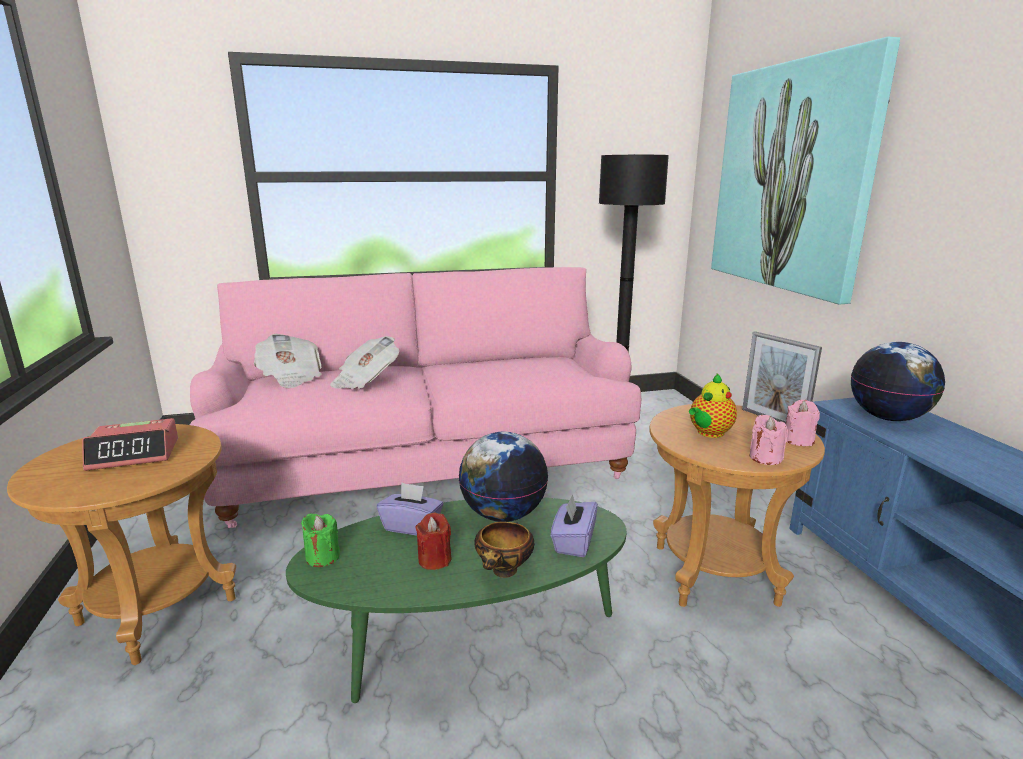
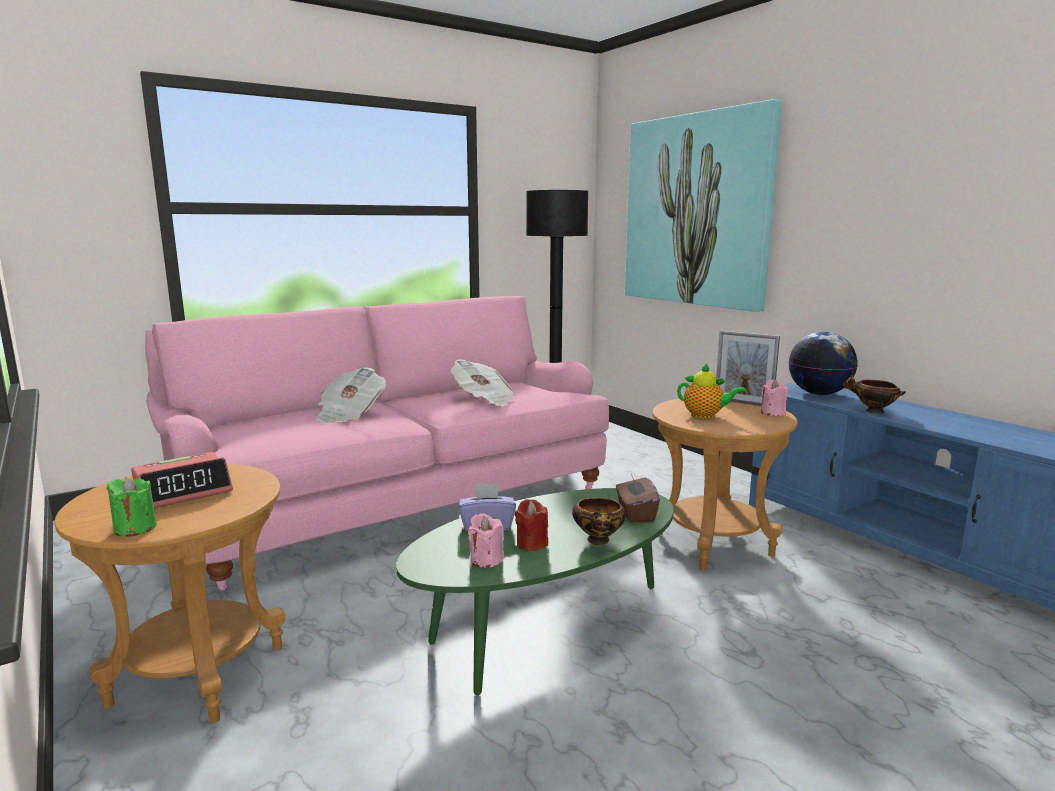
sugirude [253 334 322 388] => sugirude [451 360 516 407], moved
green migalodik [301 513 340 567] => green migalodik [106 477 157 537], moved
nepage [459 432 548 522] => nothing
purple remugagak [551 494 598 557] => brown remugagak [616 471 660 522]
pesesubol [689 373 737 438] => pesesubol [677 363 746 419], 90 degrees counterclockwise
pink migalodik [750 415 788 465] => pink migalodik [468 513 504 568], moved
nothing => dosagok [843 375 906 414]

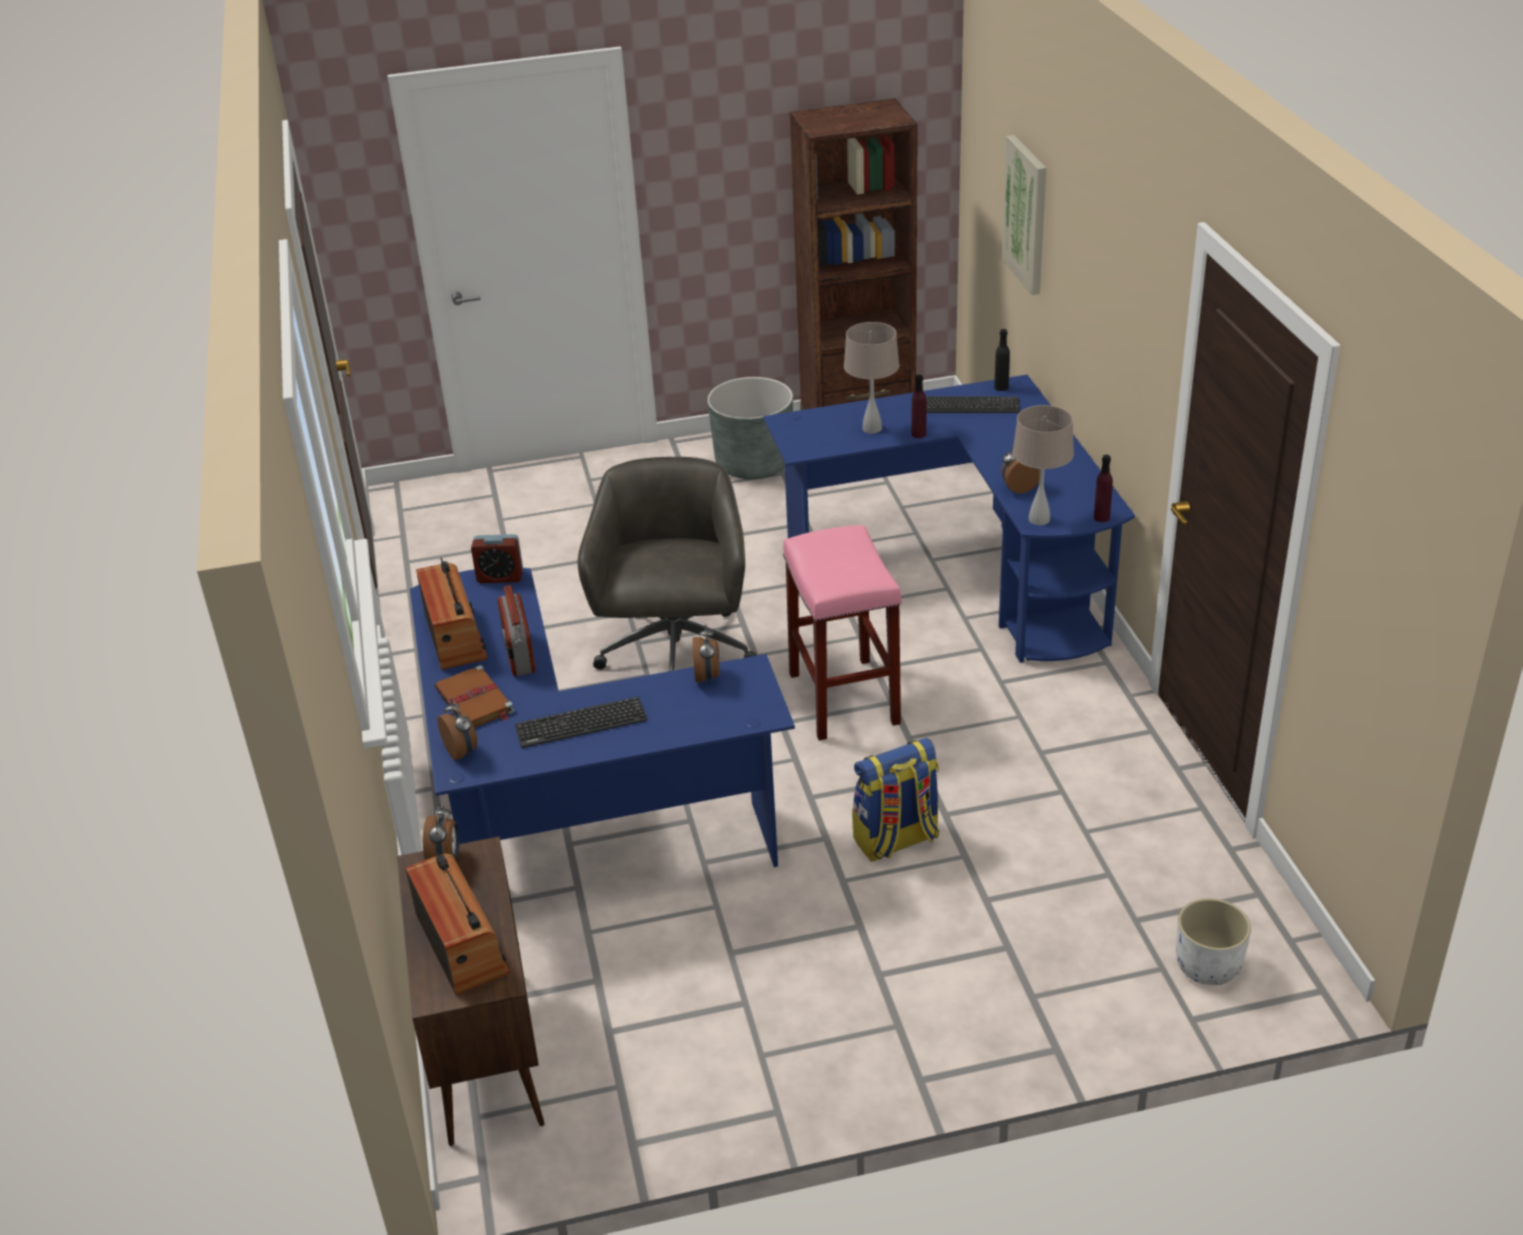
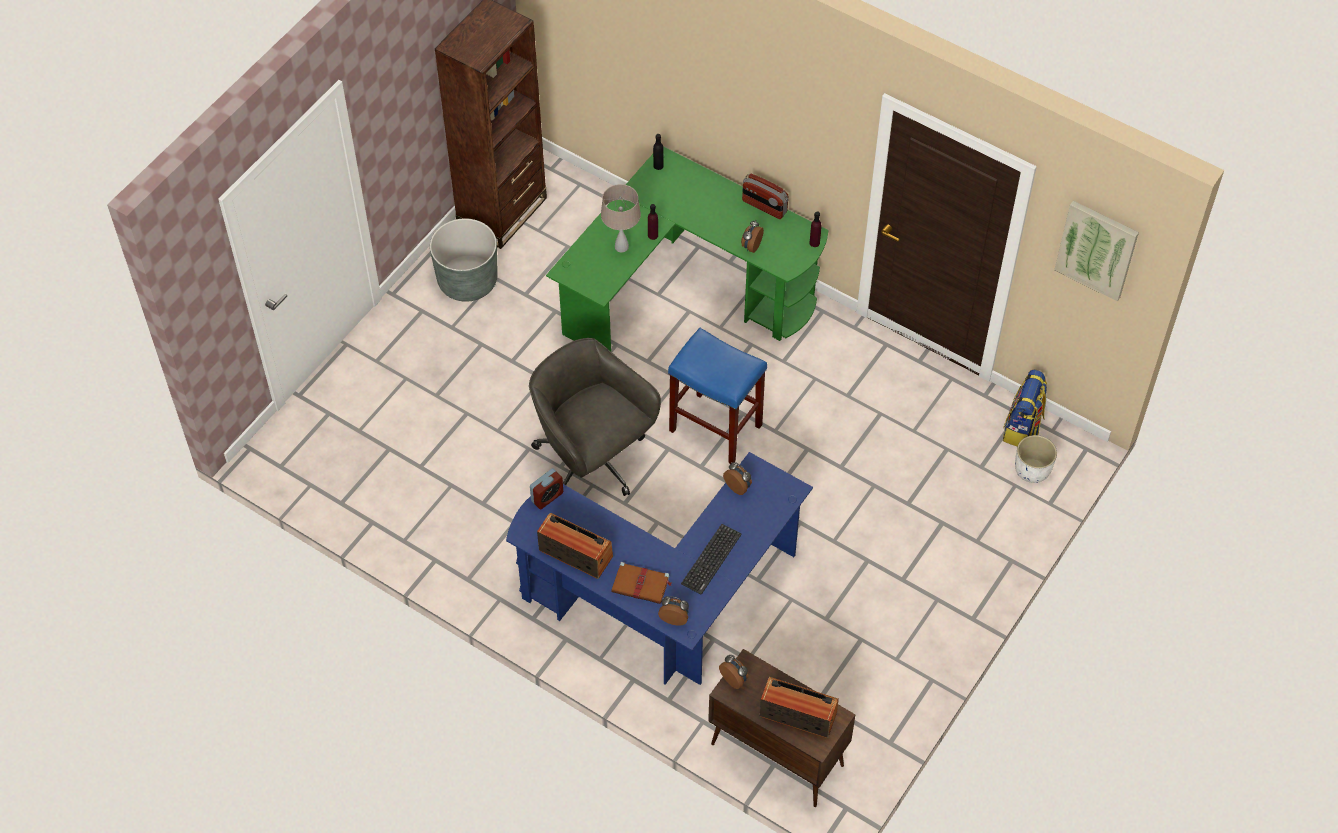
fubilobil [498 585 536 676] => fubilobil [742 173 788 219], moved
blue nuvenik [763 375 1135 663] => green nuvenik [546 146 828 351]
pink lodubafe [783 525 902 740] => blue lodubafe [668 328 767 464]
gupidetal [852 738 939 862] => gupidetal [1003 370 1047 447], moved
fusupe [926 396 1020 413] => nothing
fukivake [1002 135 1046 295] => fukivake [1054 201 1139 301], moved
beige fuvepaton [1012 405 1074 525] => nothing

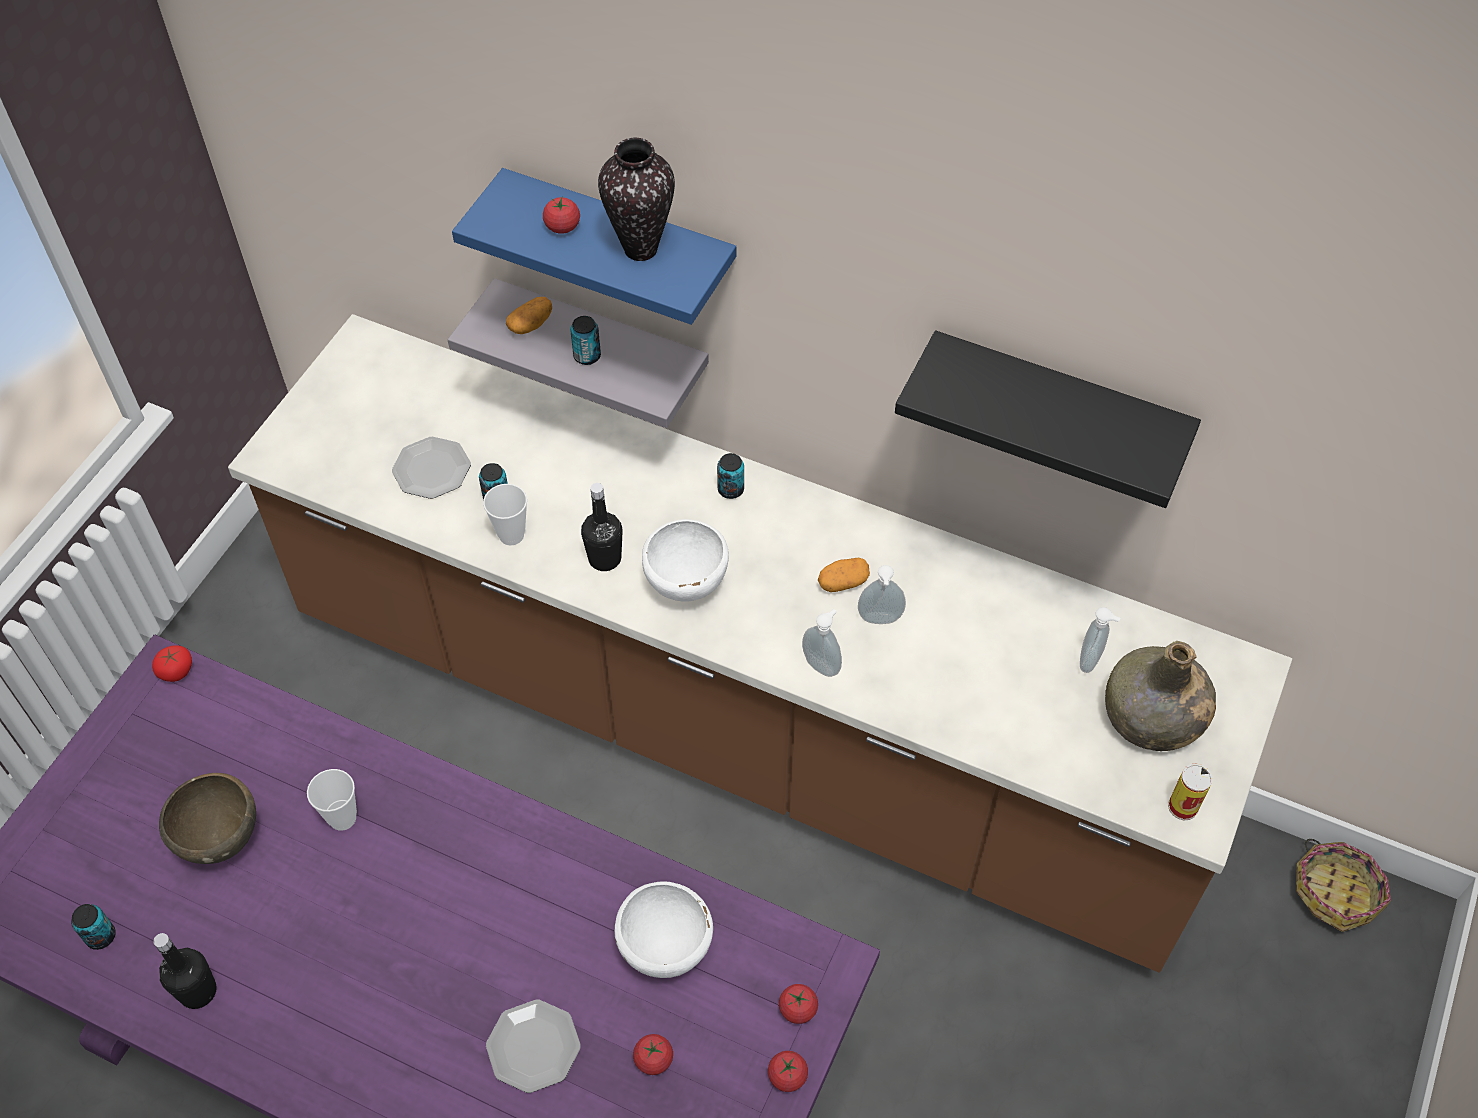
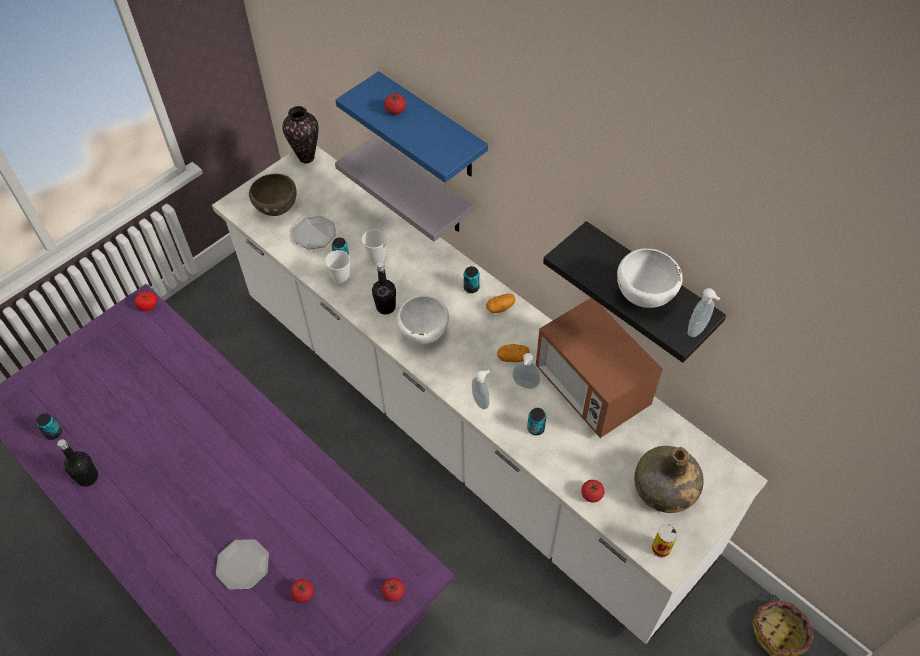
brown dosagok [159 773 256 864] => brown dosagok [249 174 297 216], moved
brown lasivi [228 314 1292 973] => white lasivi [212 145 768 644]
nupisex [307 769 357 831] => nupisex [362 229 387 265], moved
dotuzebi [506 297 552 334] => dotuzebi [486 293 515 313], moved
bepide [570 316 601 365] => bepide [527 408 546 435], moved
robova [598 138 675 261] => robova [282 106 318 163], moved
white dosagok [615 881 713 978] => white dosagok [617 249 683 308], moved
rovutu [768 1051 808 1092] => rovutu [581 480 604 502], moved
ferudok [1080 607 1120 673] => ferudok [687 288 720 337], moved
nothing => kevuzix [536 298 663 438]

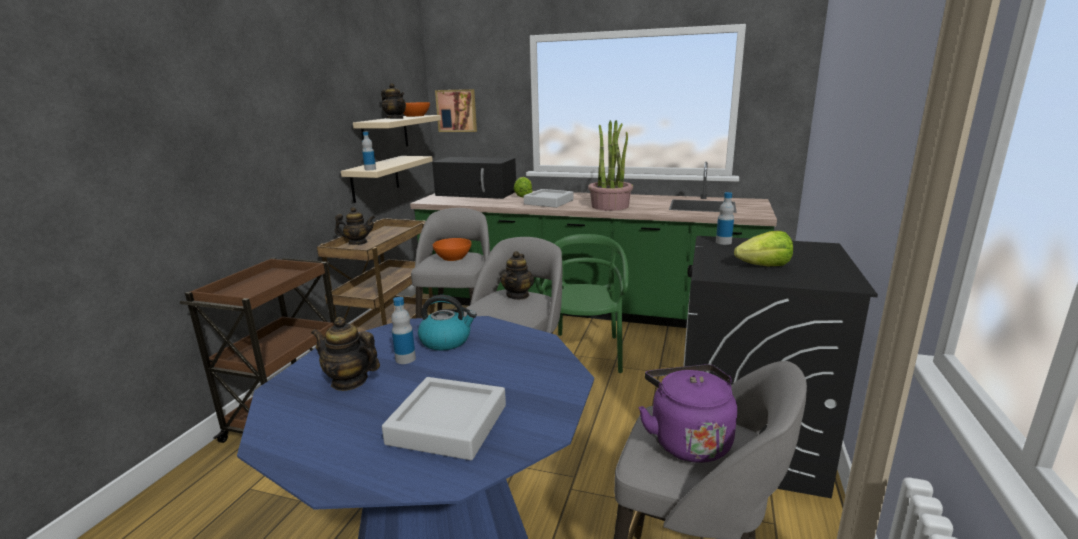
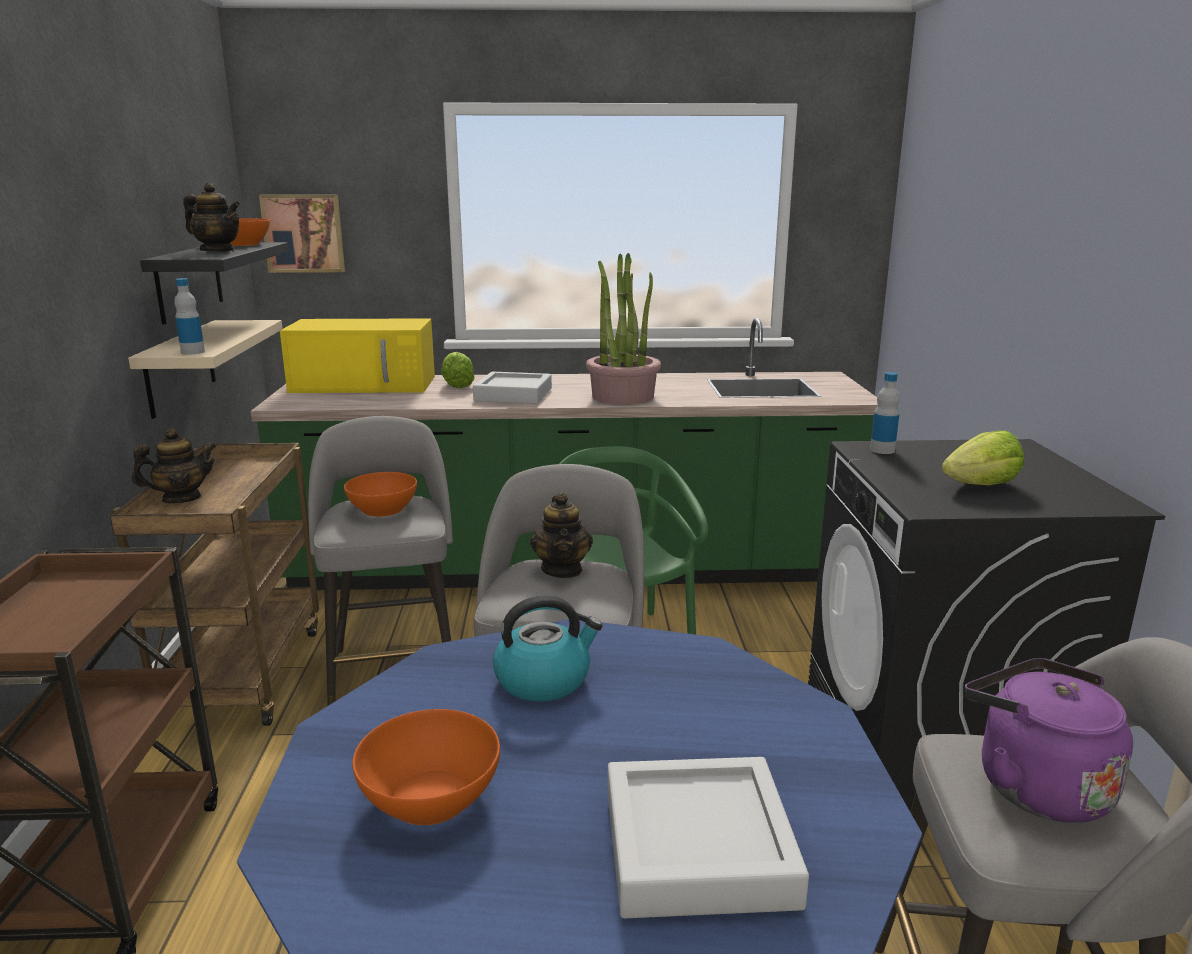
pesesubol [311 317 380 391] => orange dosagok [352 709 500 825]
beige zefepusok [353 115 441 146] => black zefepusok [140 242 288 324]
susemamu [391 297 416 364] => nothing
black kevuzix [432 157 516 199] => yellow kevuzix [280 318 435 393]

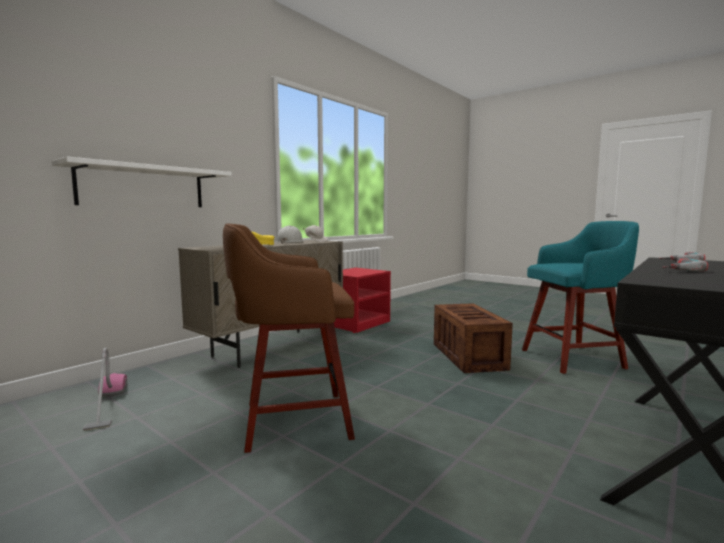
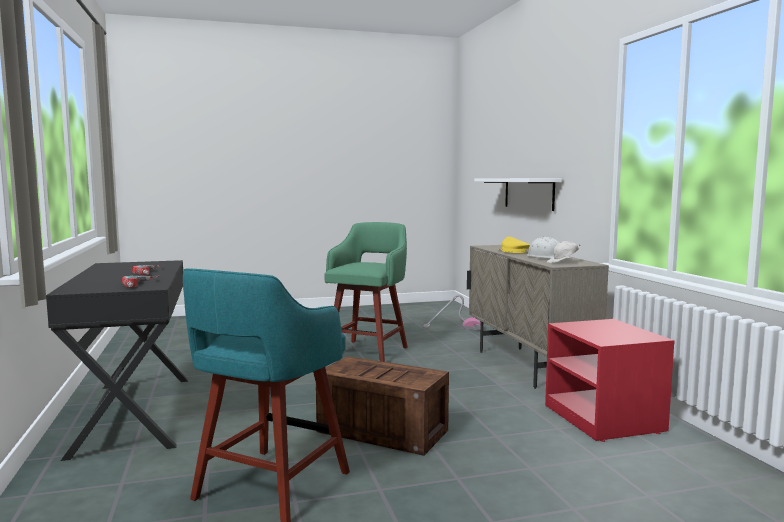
brown lodubafe [223 224 355 453] => green lodubafe [324 222 408 362]

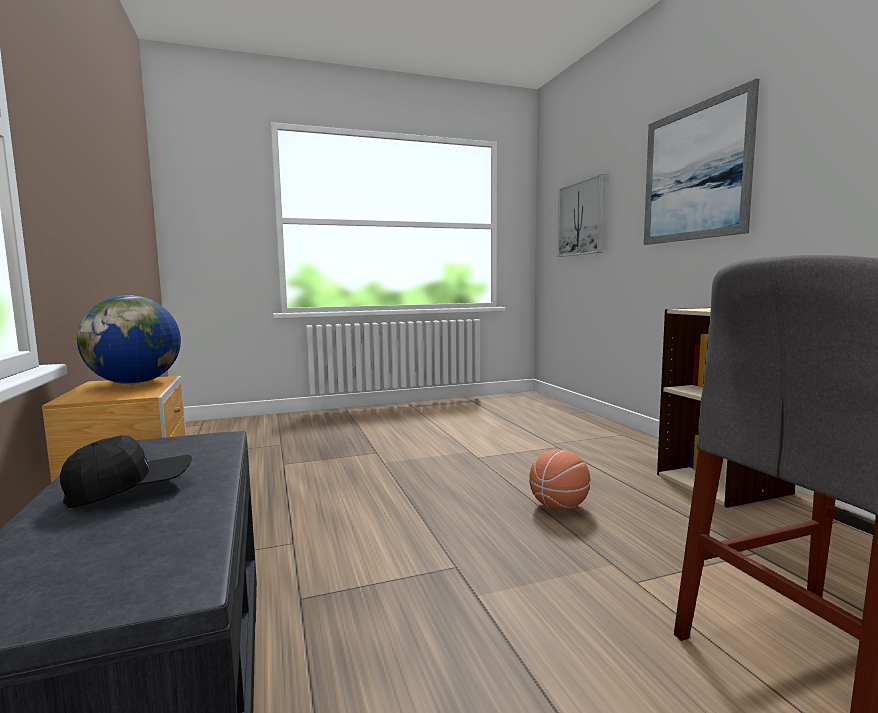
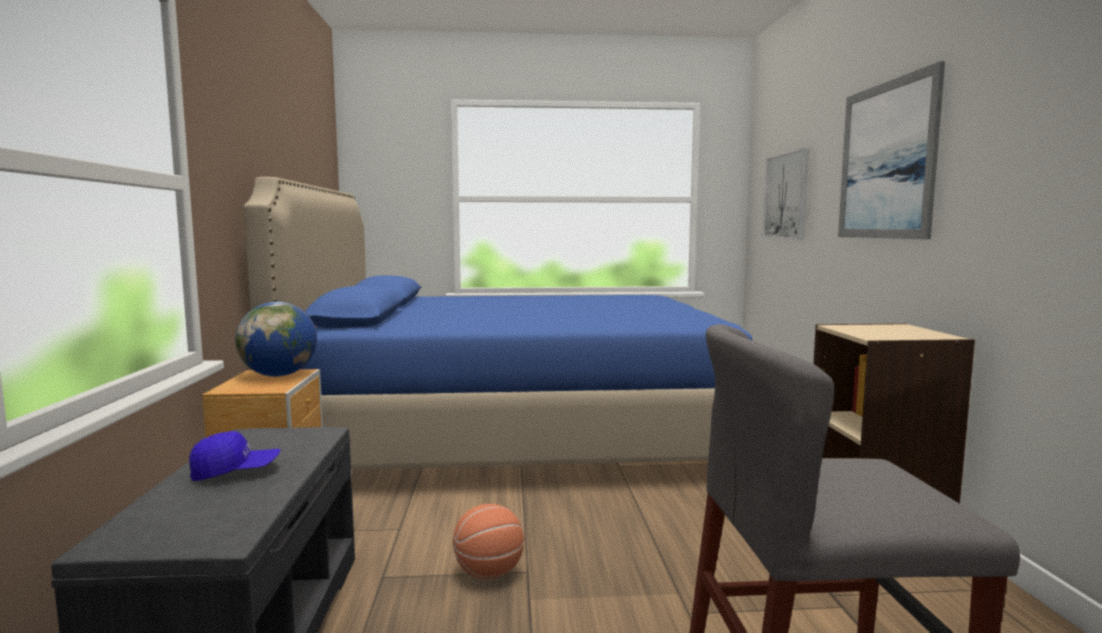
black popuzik [60 435 192 508] => blue popuzik [189 431 280 481]
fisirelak [529 450 590 510] => fisirelak [453 504 524 579], moved
nothing => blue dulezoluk [243 177 753 470]

